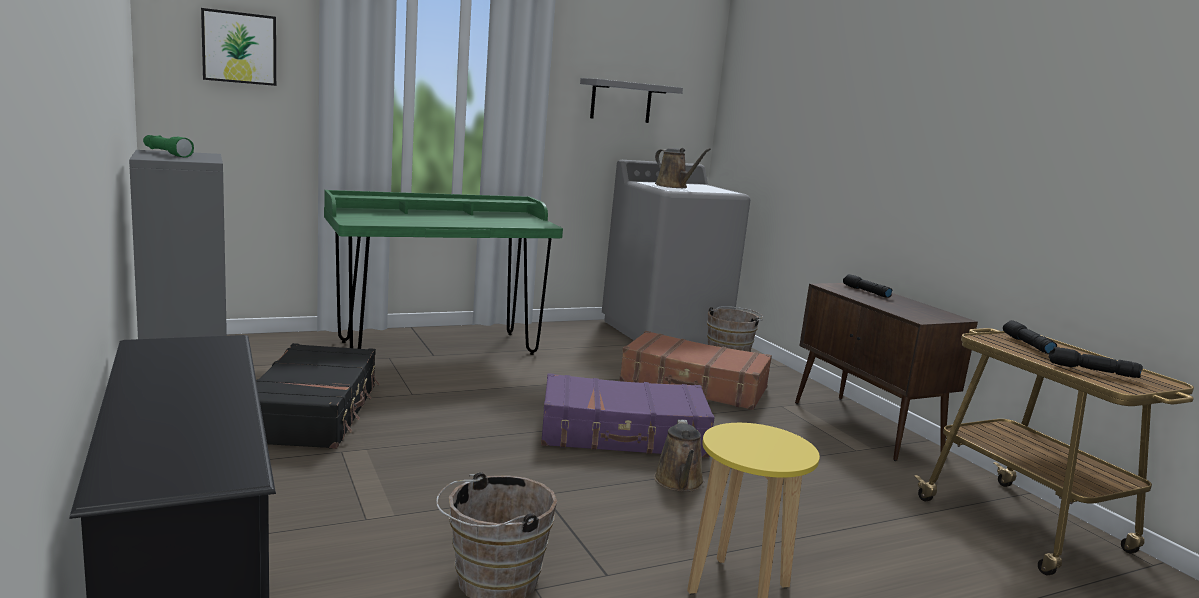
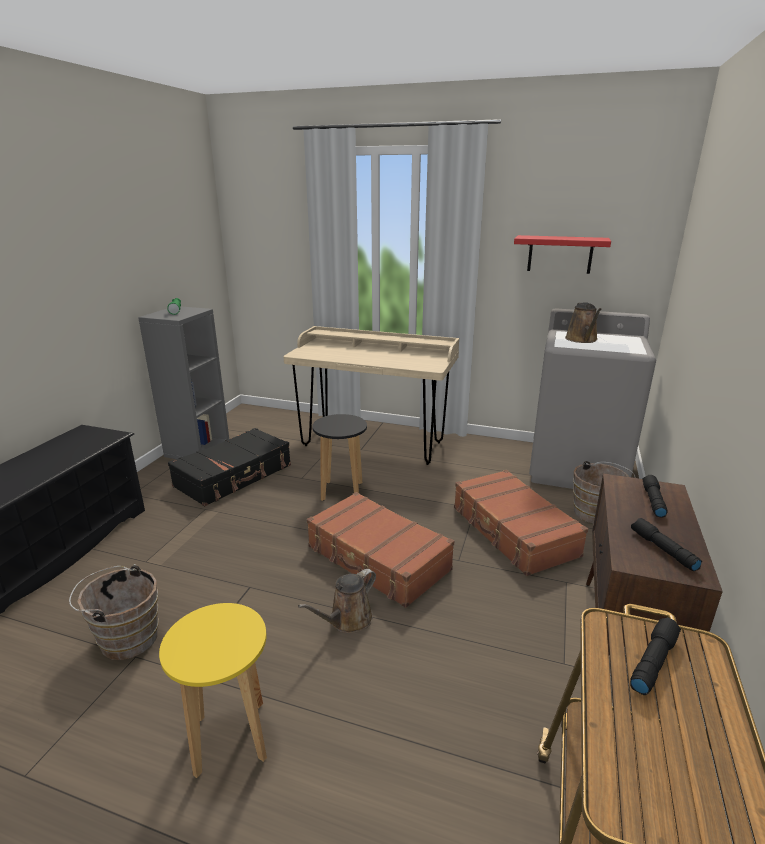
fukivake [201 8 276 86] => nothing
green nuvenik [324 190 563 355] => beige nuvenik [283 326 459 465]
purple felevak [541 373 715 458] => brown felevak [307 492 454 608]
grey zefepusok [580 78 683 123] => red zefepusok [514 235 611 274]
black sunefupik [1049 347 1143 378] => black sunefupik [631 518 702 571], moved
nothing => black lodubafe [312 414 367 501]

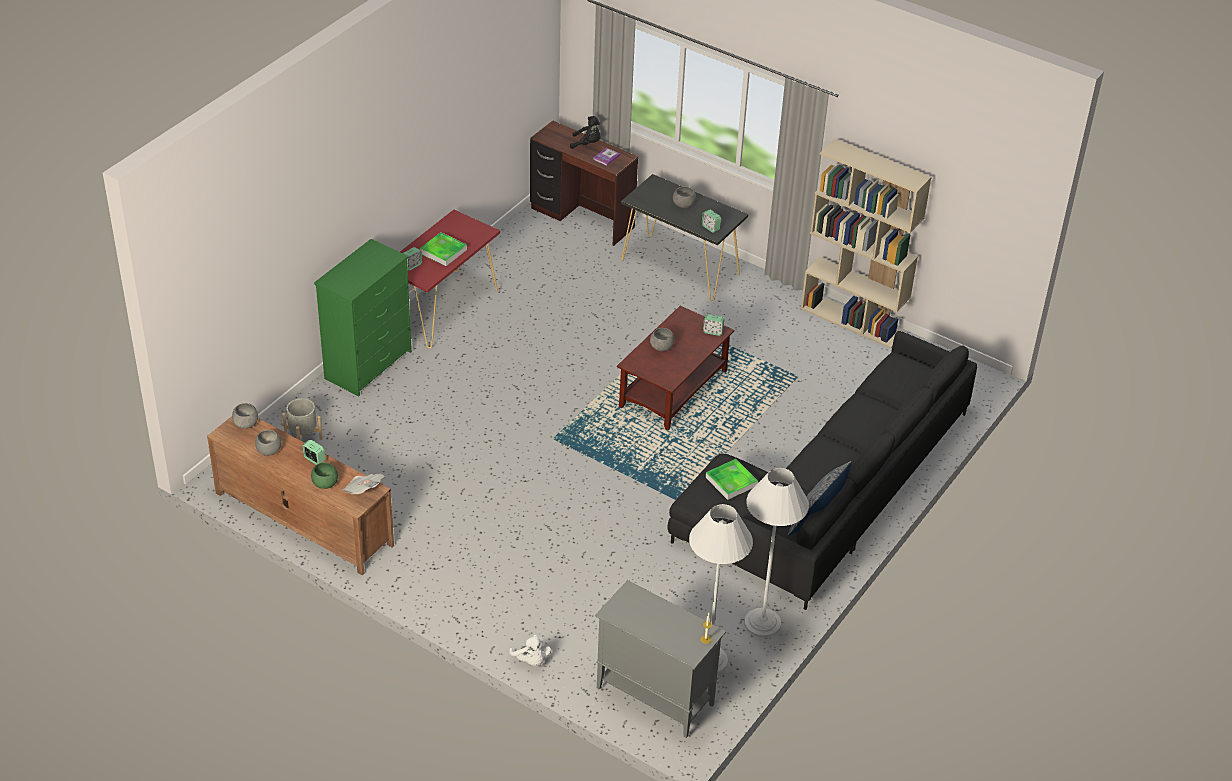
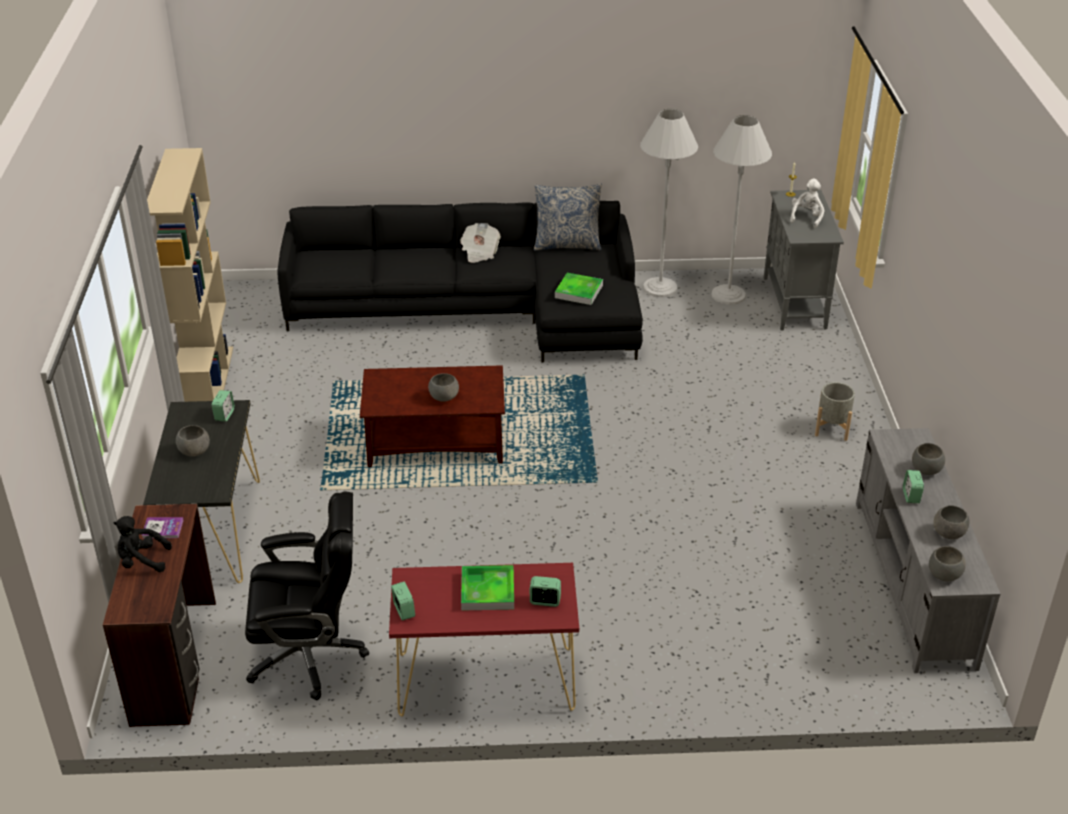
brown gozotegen [207 416 394 575] => grey gozotegen [856 428 1001 673]
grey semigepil [282 398 323 441] => grey semigepil [815 382 855 441], moved
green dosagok [311 462 338 489] => grey dosagok [912 443 945 475]
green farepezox [314 239 412 396] => nothing
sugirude [342 473 384 494] => sugirude [460 223 501 263], moved
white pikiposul [509 635 551 666] => white pikiposul [790 179 824 228], moved
black pikiposul [570 116 600 149] => black pikiposul [114 516 172 572], 60 degrees counterclockwise
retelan [703 314 724 336] => retelan [391 581 415 621], moved
nothing => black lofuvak [245 492 369 701]

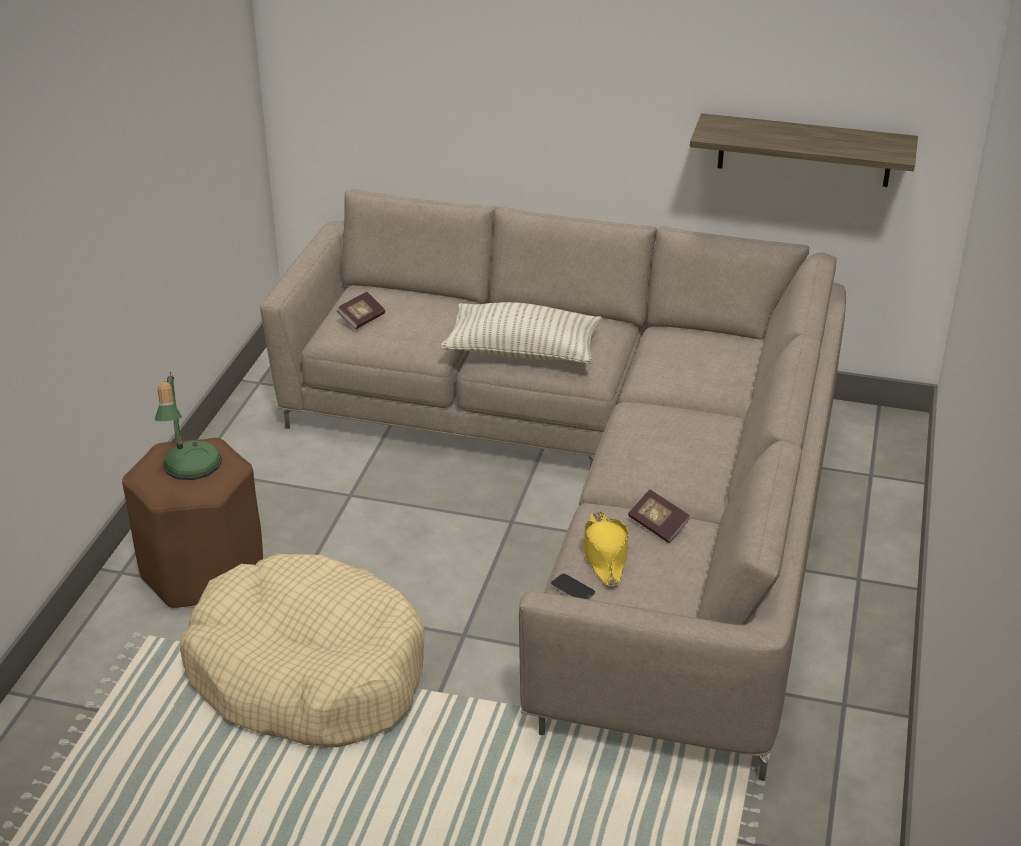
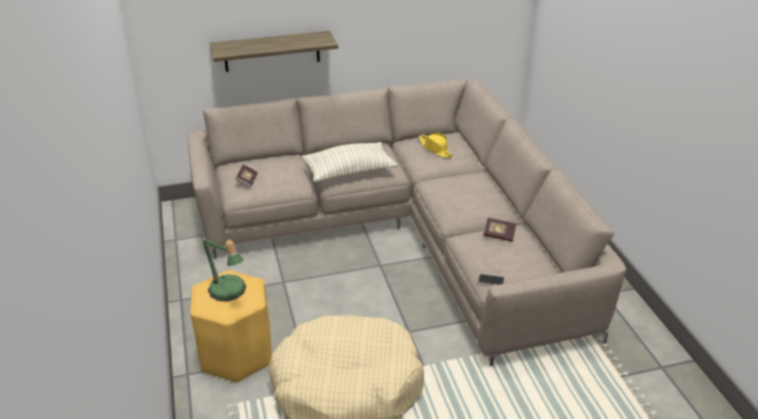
brown lodubafe [122 438 263 609] => yellow lodubafe [190 270 272 382]
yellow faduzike [584 512 629 587] => yellow faduzike [419 132 453 158], moved
zefepusok [690 113 918 187] => zefepusok [210 31 338 72], moved

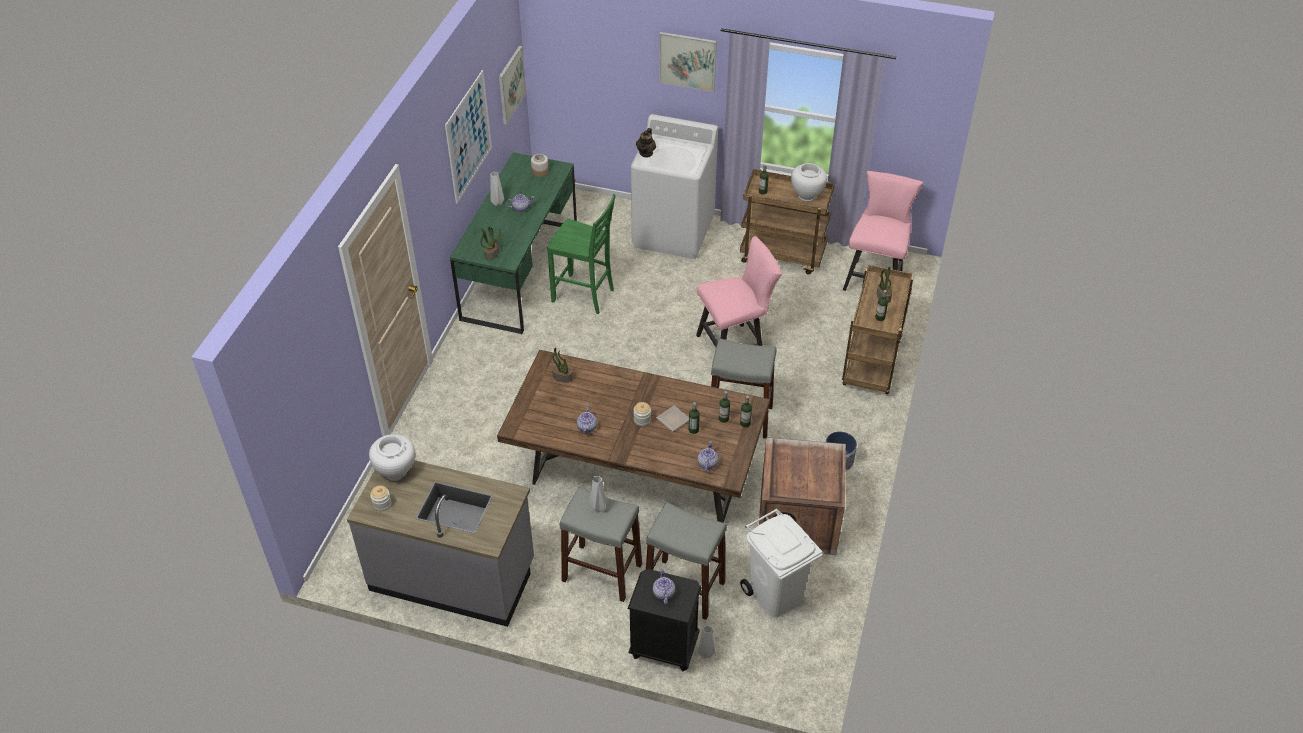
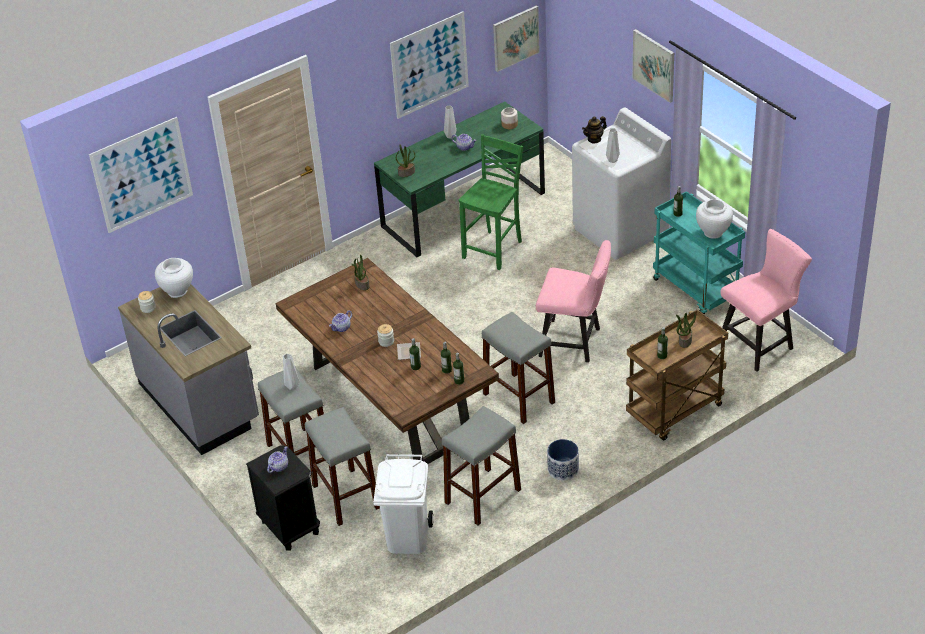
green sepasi [547 194 616 314] => green sepasi [459 134 523 270], 120 degrees counterclockwise
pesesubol [698 441 719 472] => nothing
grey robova [698 625 715 658] => grey robova [606 128 620 163], moved
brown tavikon [740 169 835 275] => turquoise tavikon [653 191 745 314]
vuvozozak [759 437 846 555] => grey lodubafe [442 406 521 525]
nothing => fukivake [89 117 193 233]

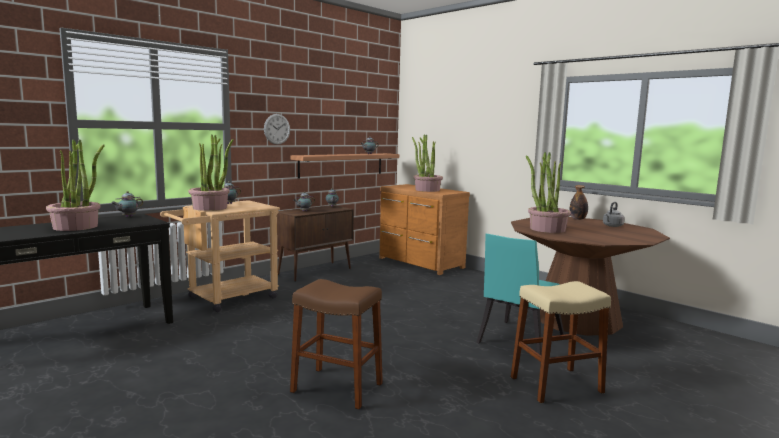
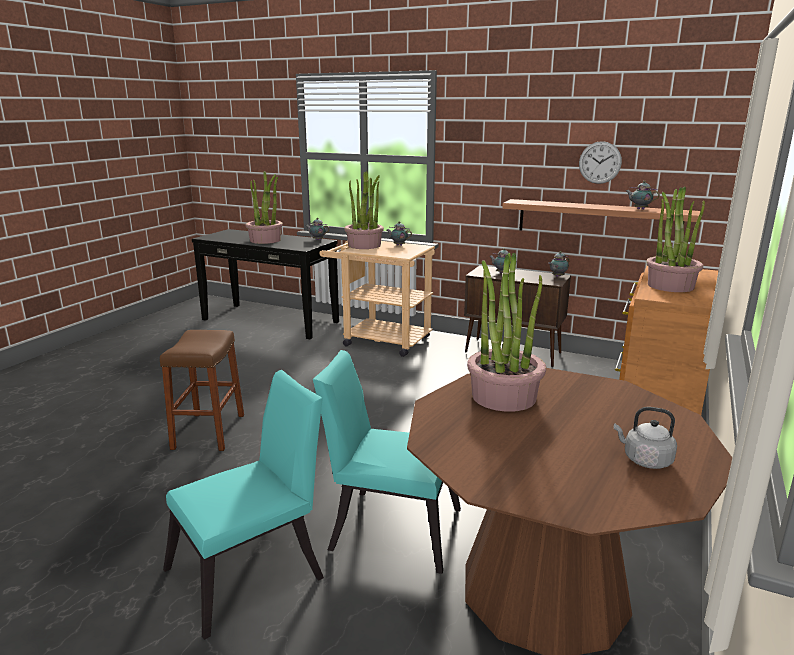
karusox [264 114 290 145] => karusox [579 141 622 184], moved
beige lodubafe [511 281 611 403] => turquoise sepasi [163 370 324 640]
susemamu [570 185 588 220] => nothing

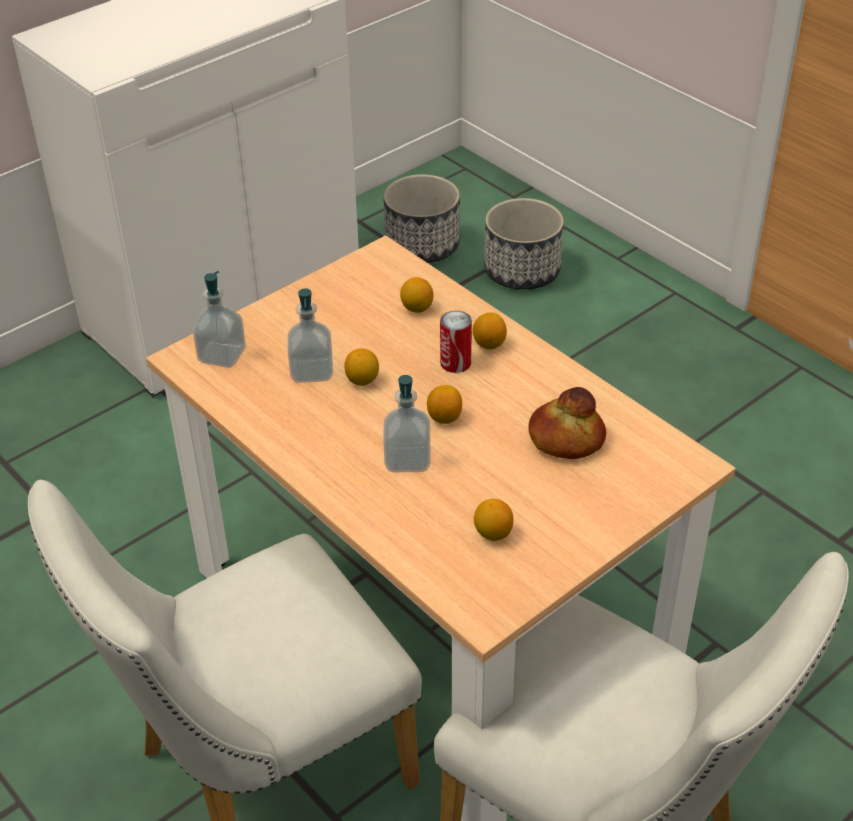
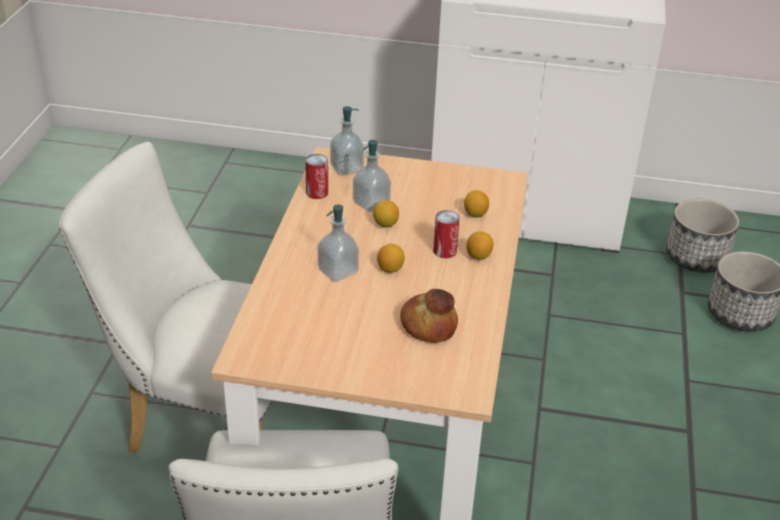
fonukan [474 499 513 541] => nothing
nothing => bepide [305 154 328 199]

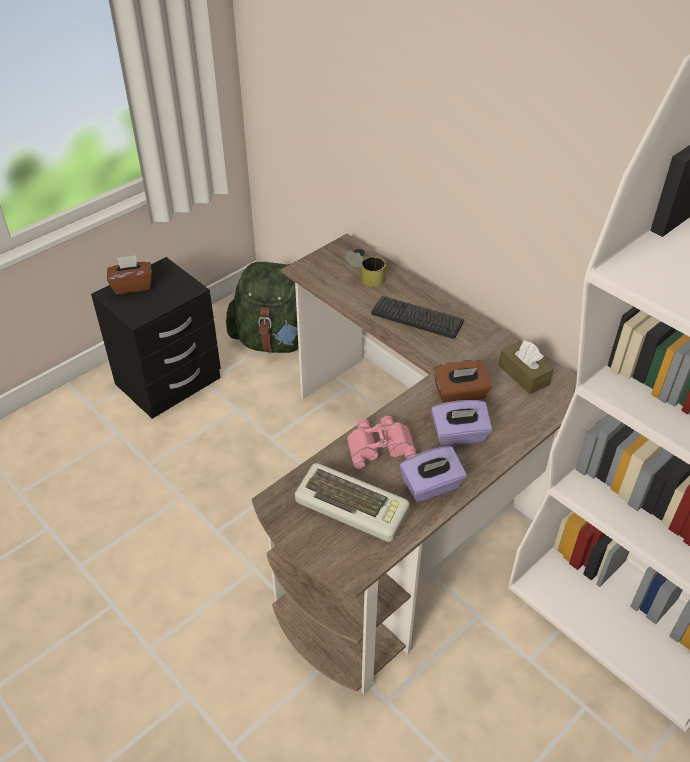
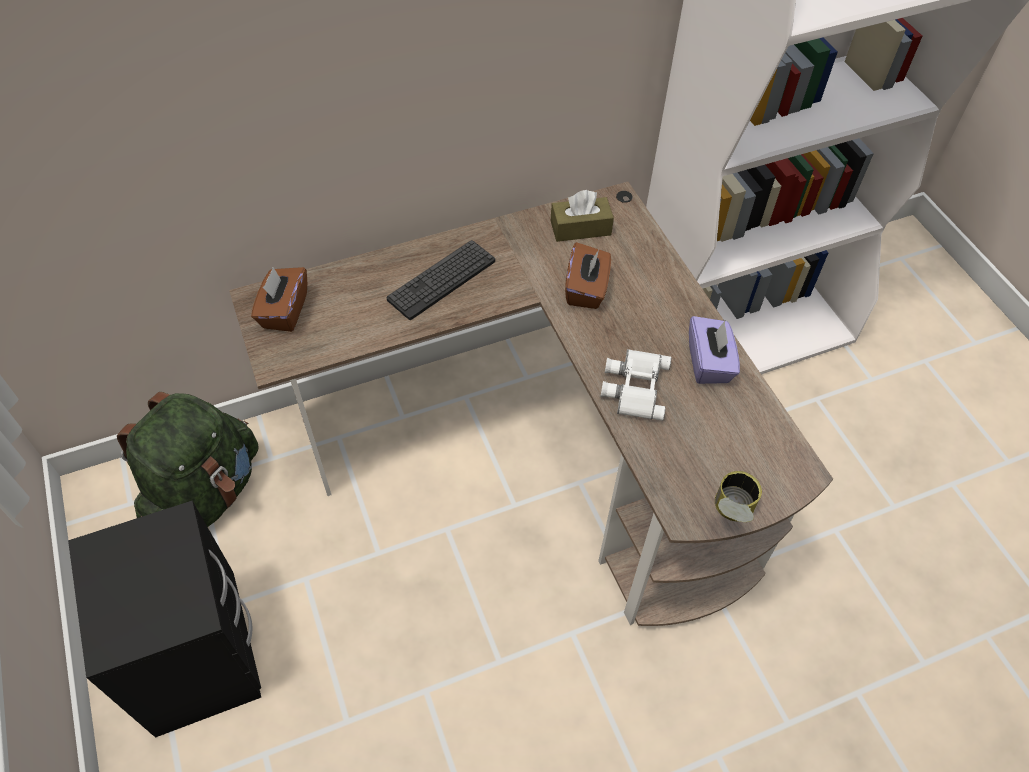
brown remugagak [107 255 152 294] => brown remugagak [251 267 307 332], moved
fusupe [295 463 410 542] => nothing
bepide [345 251 386 287] => bepide [715 471 762 522], moved
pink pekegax [347 416 417 469] => white pekegax [601 349 672 421]
purple remugagak [431 400 492 446] => nothing

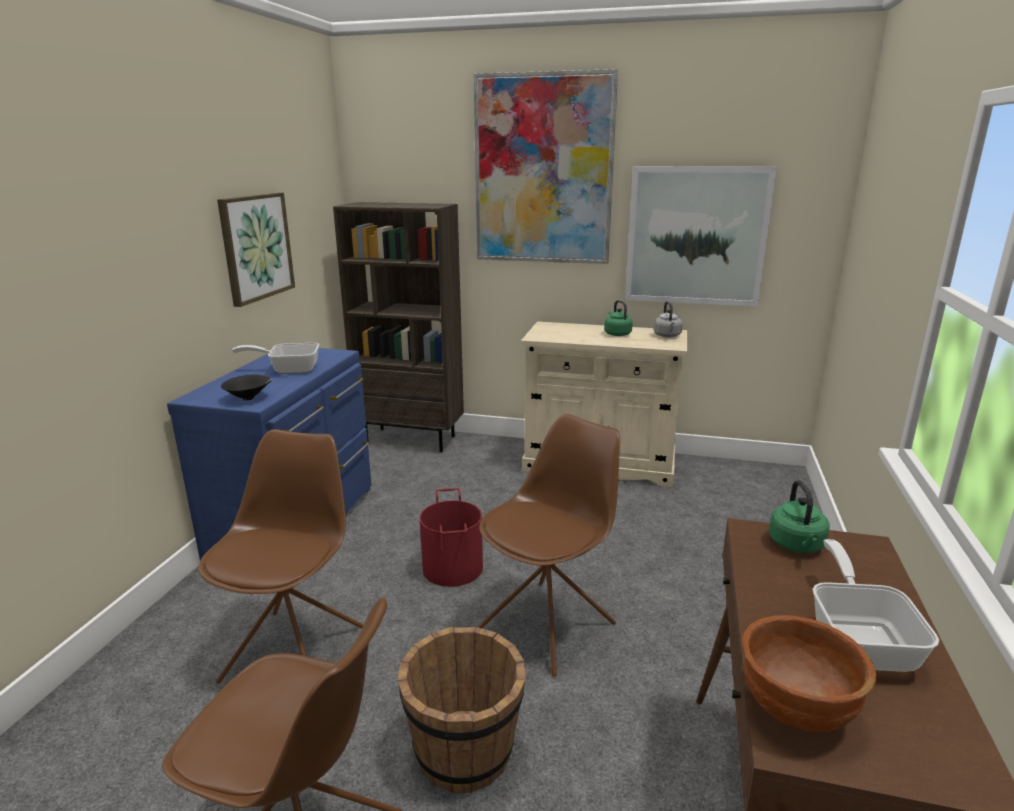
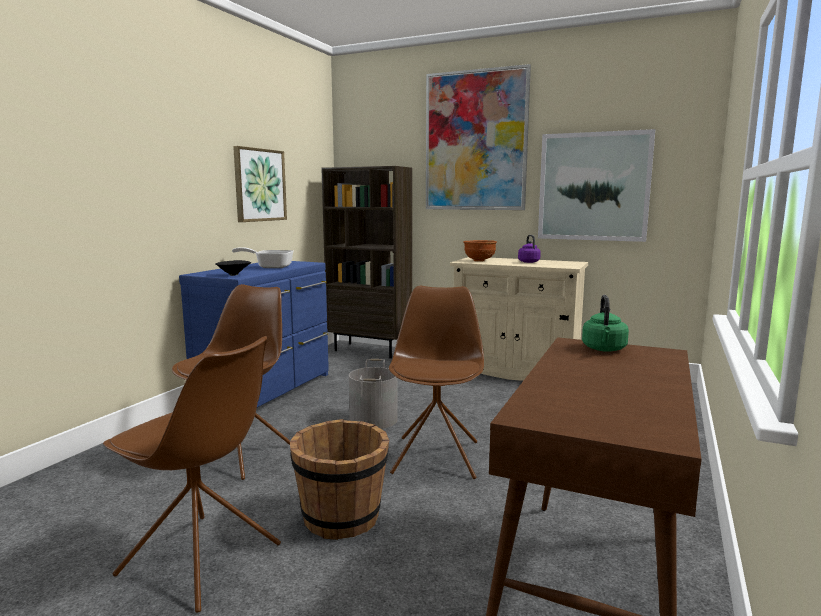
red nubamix [420 488 483 587] => grey nubamix [349 359 398 429]
brown sepasi [478 414 620 677] => brown sepasi [389 286 484 479], 45 degrees counterclockwise
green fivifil [604 300 633 336] => purple fivifil [518 235 541 263]
grey fivifil [654 301 683 338] => nothing
brown dosagok [742 615 876 732] => brown dosagok [463 240 497 262], moved
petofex [813 539 939 672] => nothing

